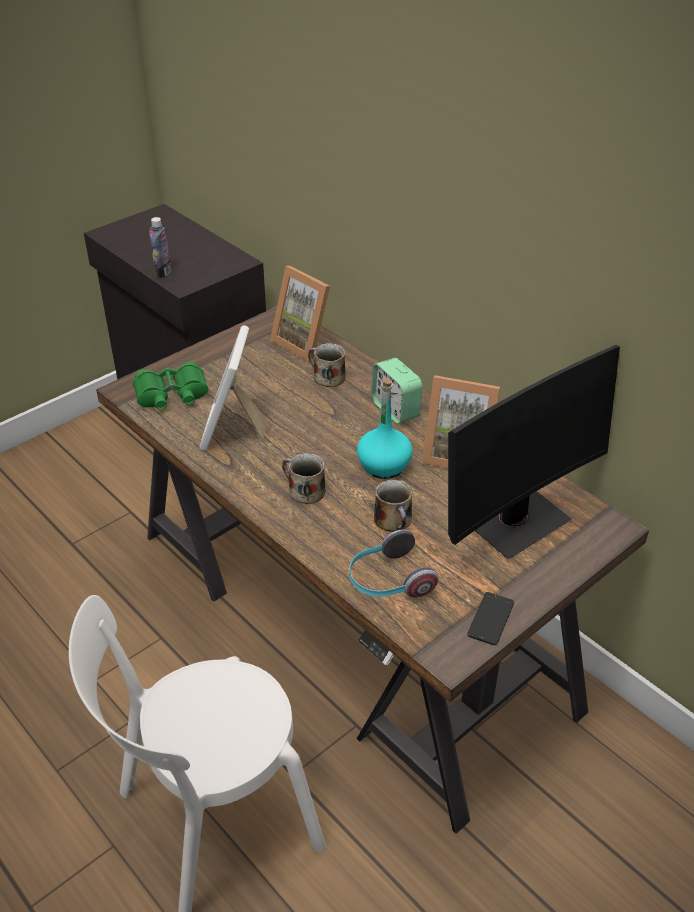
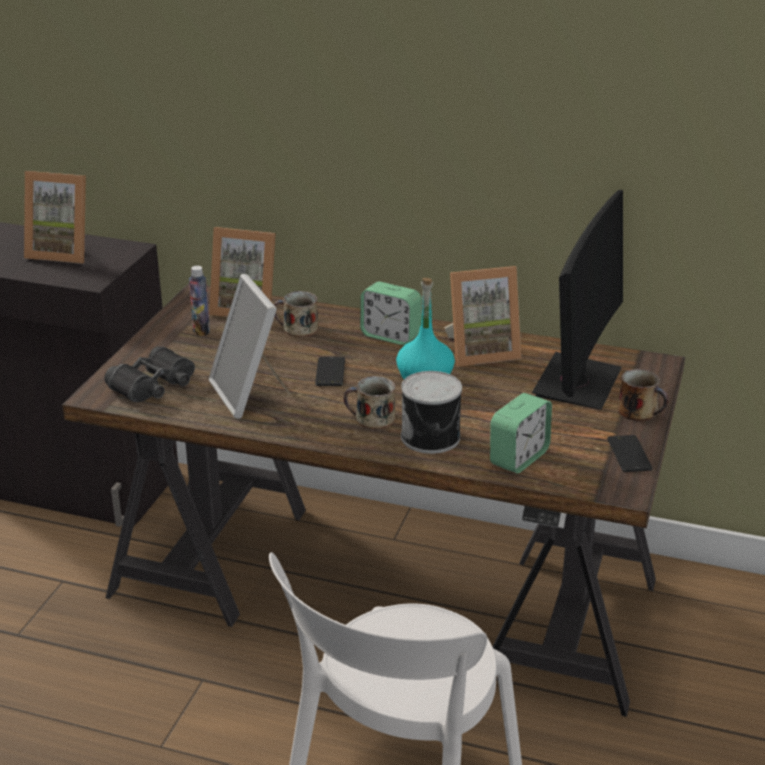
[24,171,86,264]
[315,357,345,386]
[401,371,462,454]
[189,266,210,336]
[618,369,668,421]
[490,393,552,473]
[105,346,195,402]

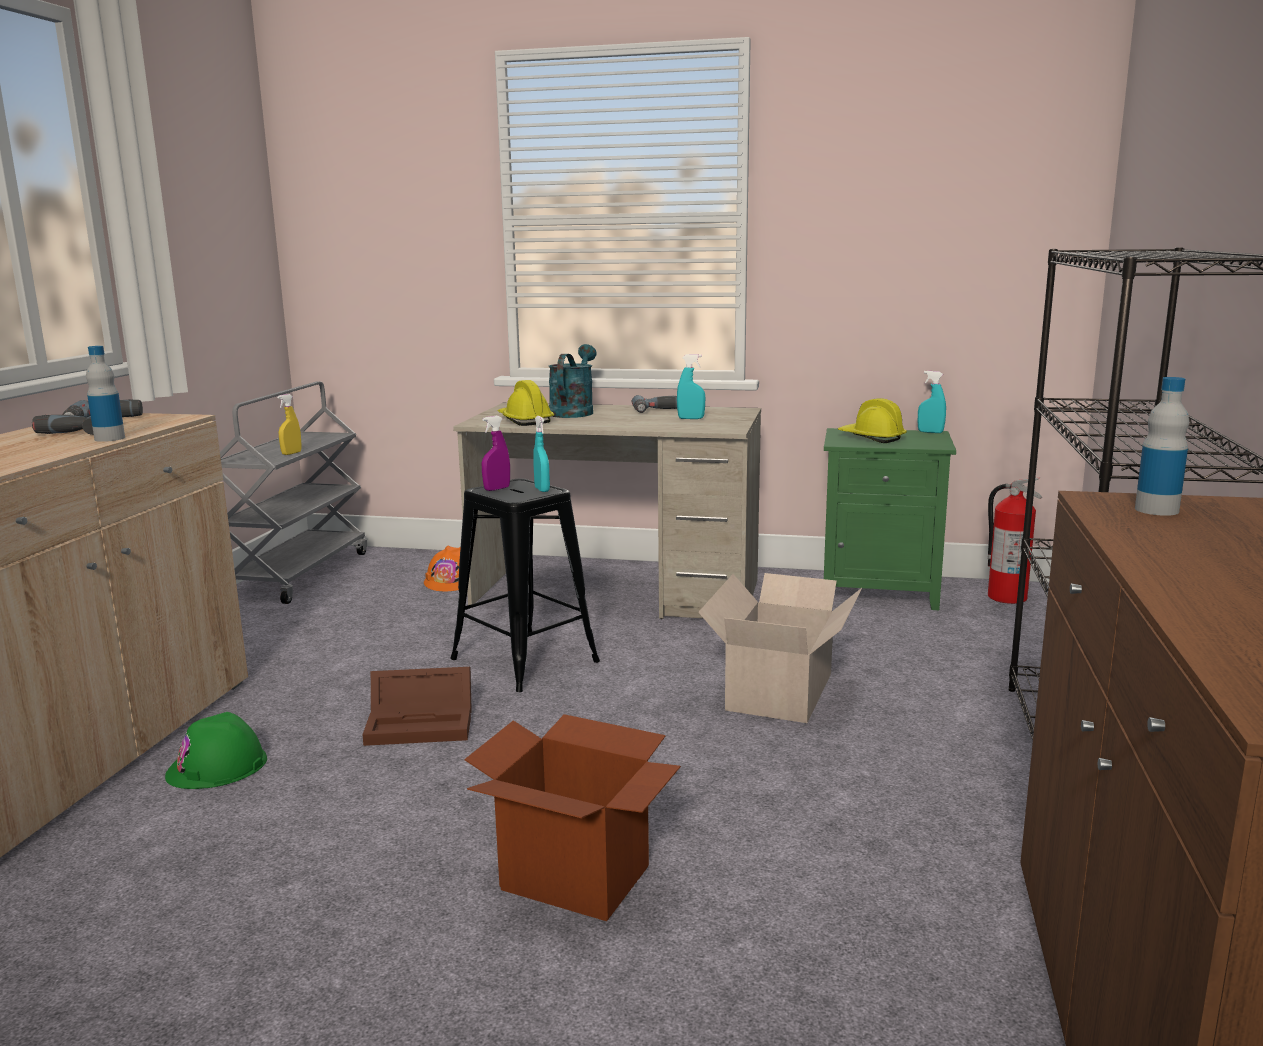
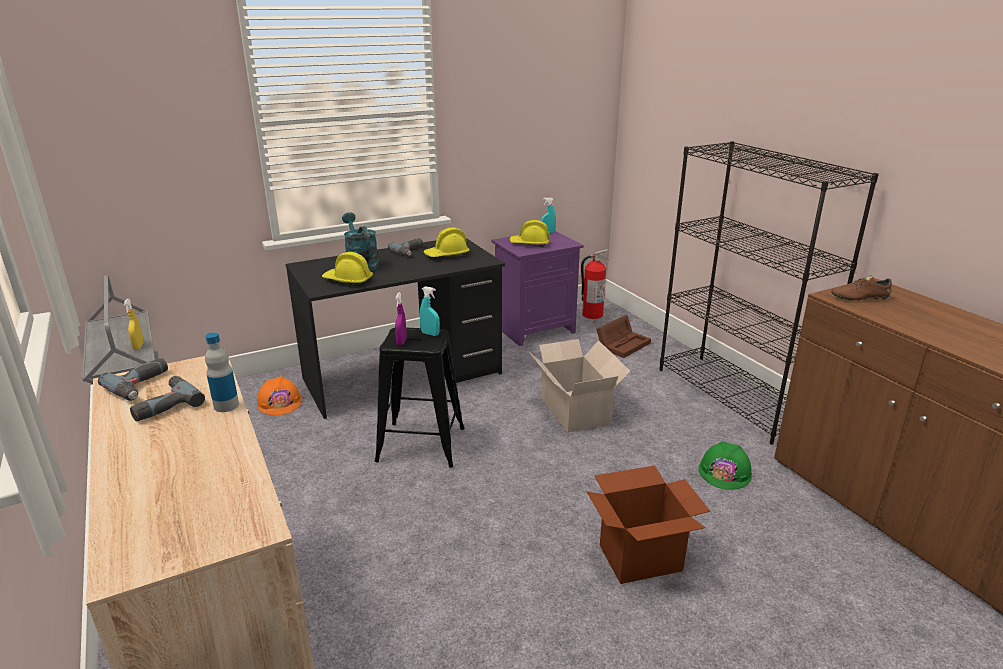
[699,441,752,490]
[596,315,651,358]
[423,227,470,257]
[831,275,892,301]
[286,238,505,419]
[491,231,584,346]

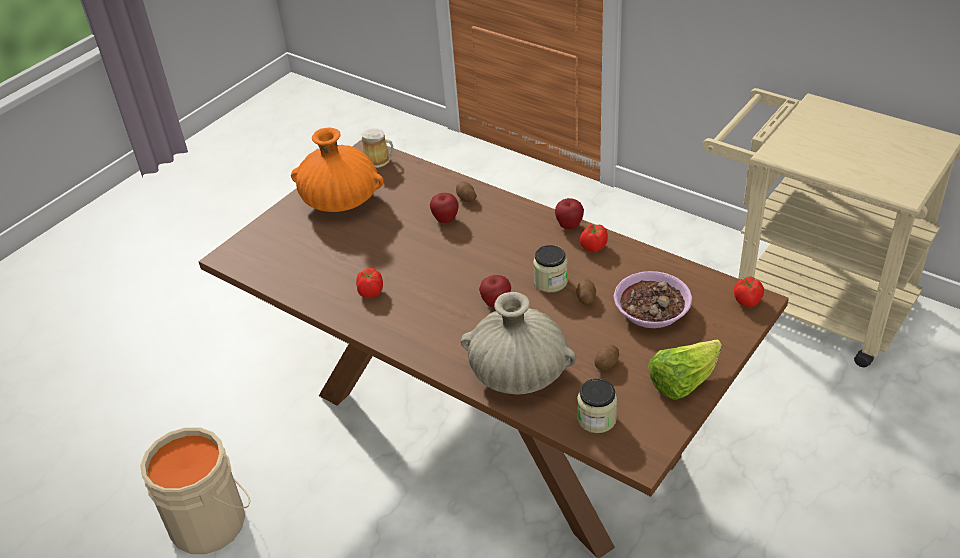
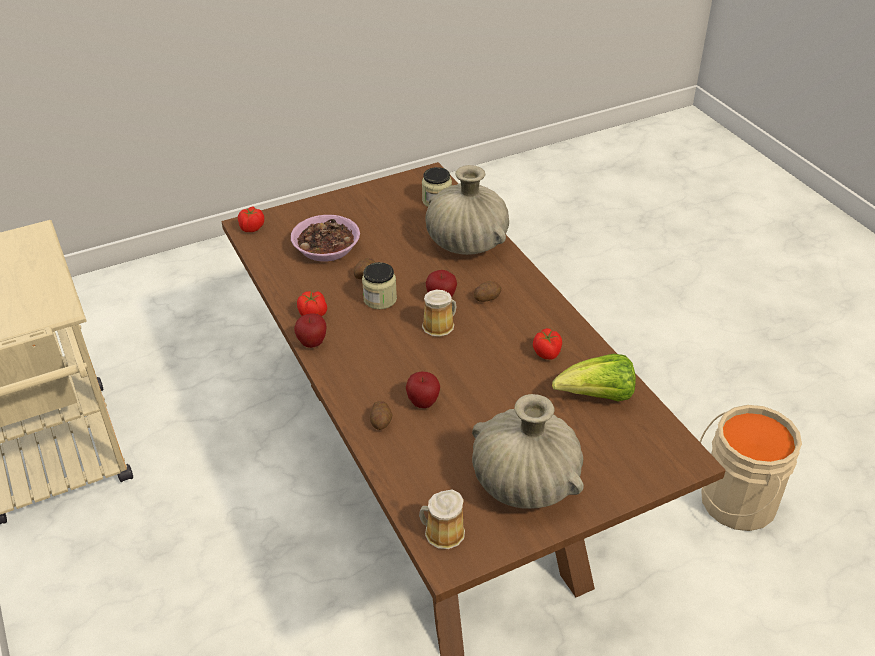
[422,290,457,337]
[474,281,501,302]
[552,354,636,401]
[472,394,584,509]

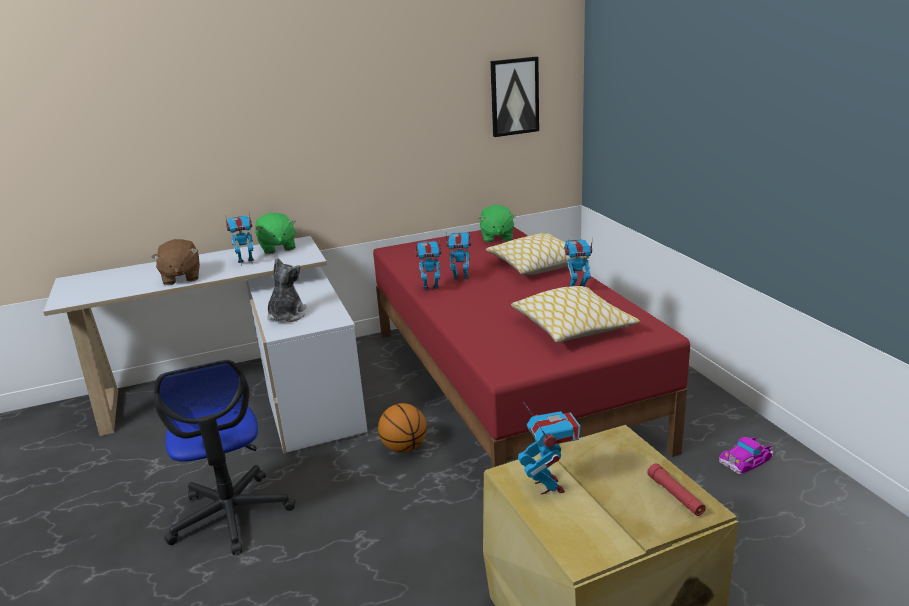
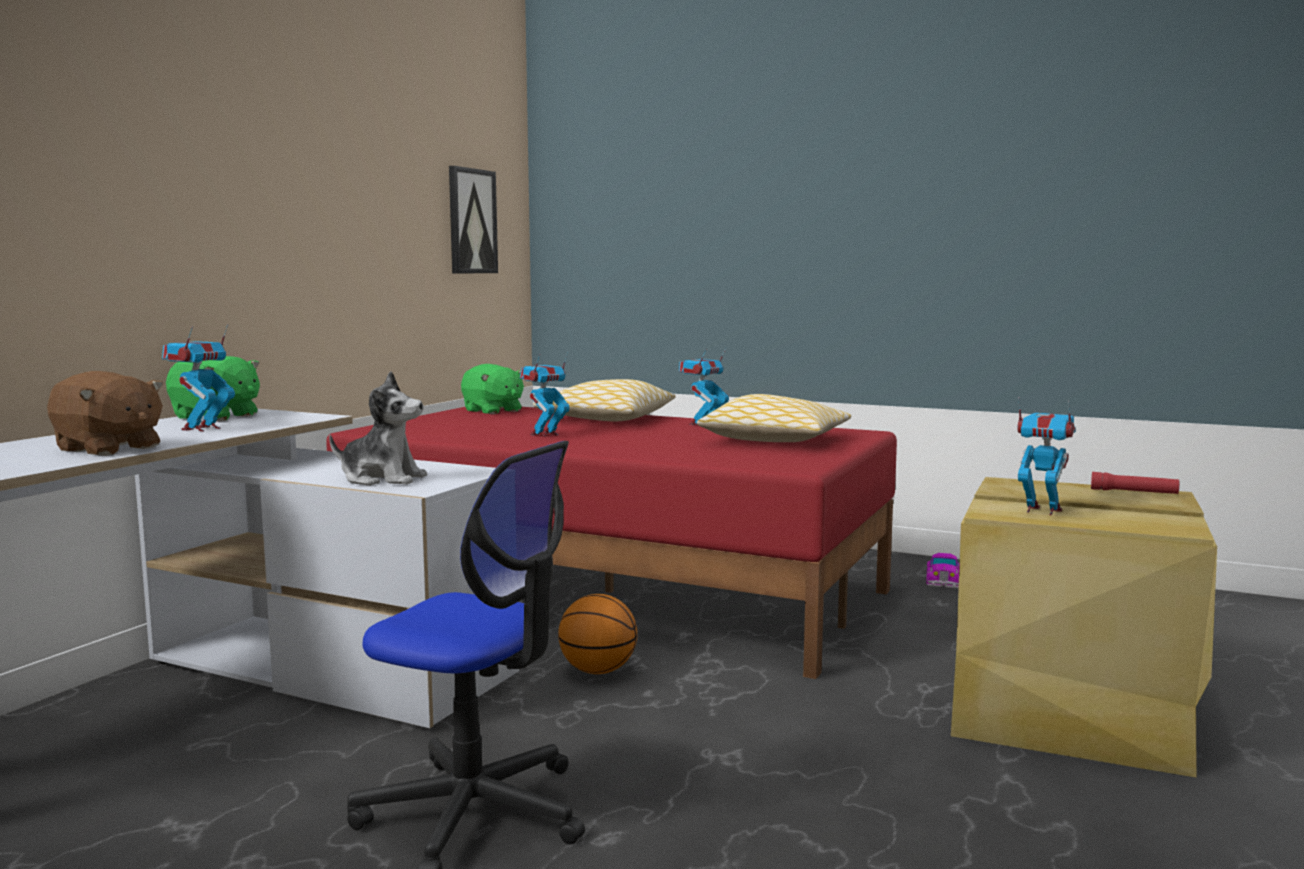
[416,239,441,293] (first image)
[329,372,427,486]

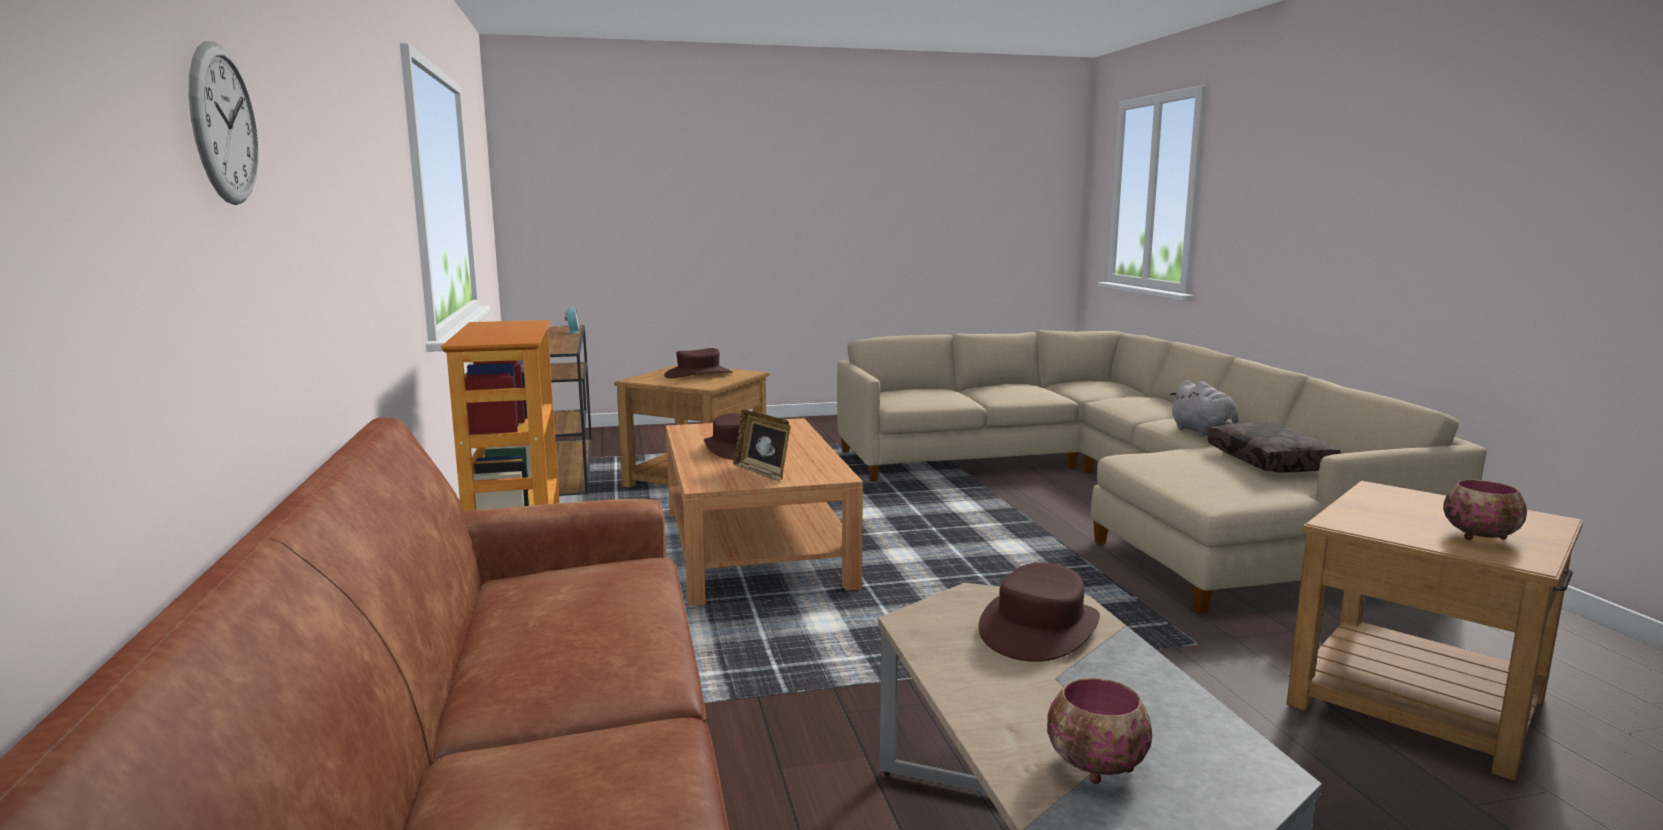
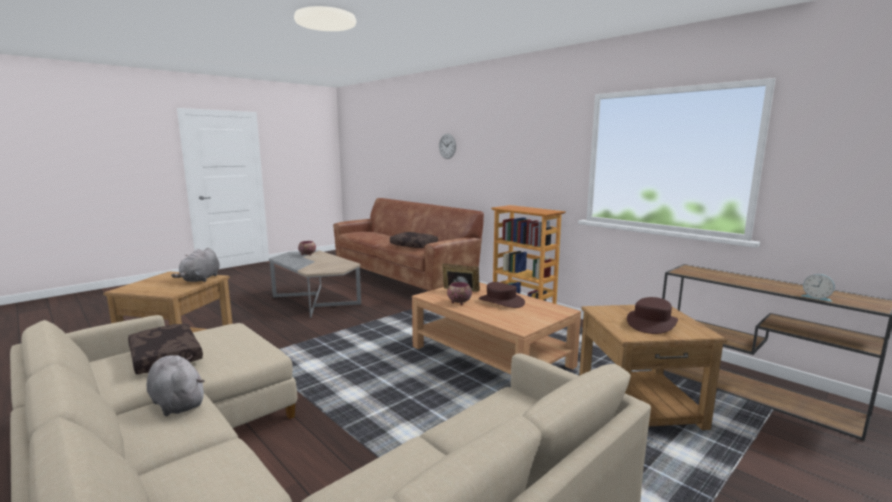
[979,562,1100,662] (first image)
[171,248,220,282]
[390,232,438,248]
[447,282,472,305]

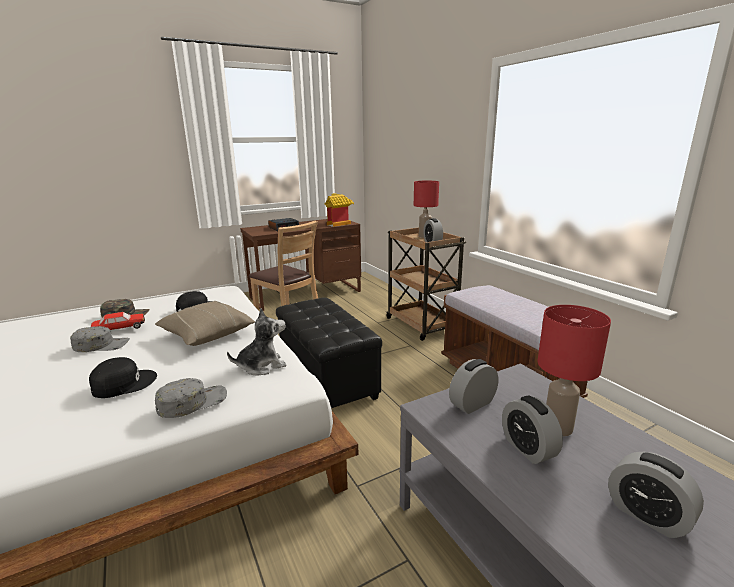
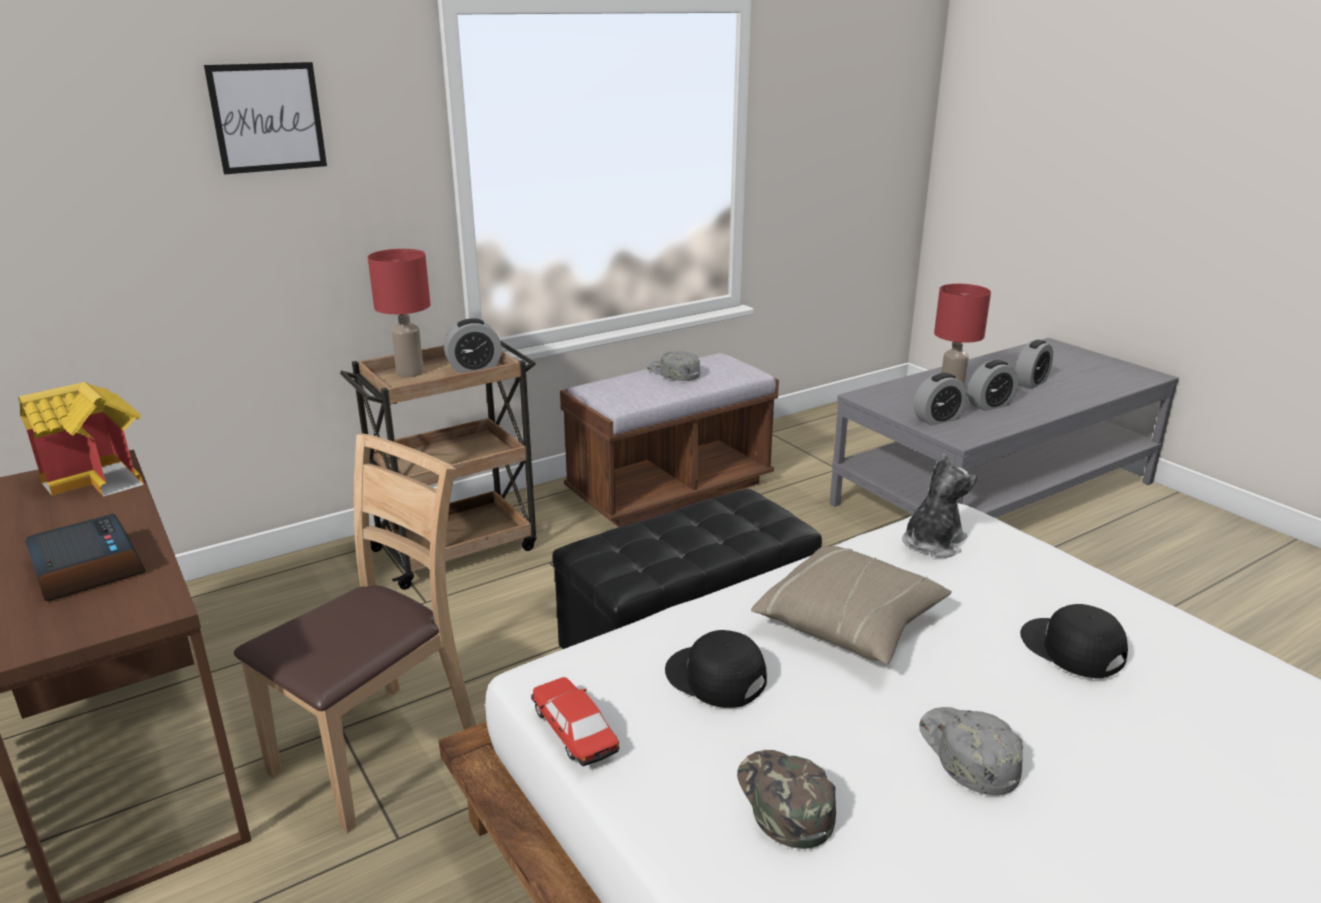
[204,62,327,175]
[531,677,620,766]
[647,351,700,381]
[902,454,977,558]
[914,373,967,425]

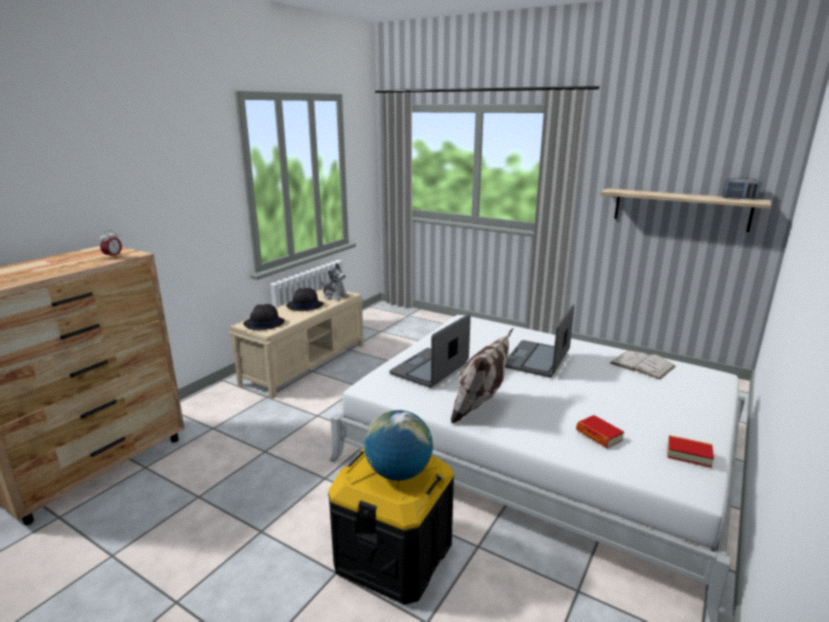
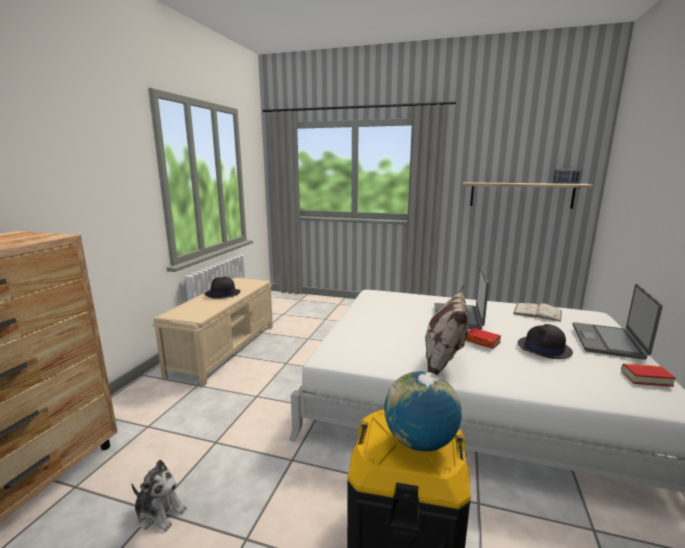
[100,230,122,259] (first image)
[518,324,573,359]
[131,460,187,532]
[572,284,663,360]
[466,328,501,349]

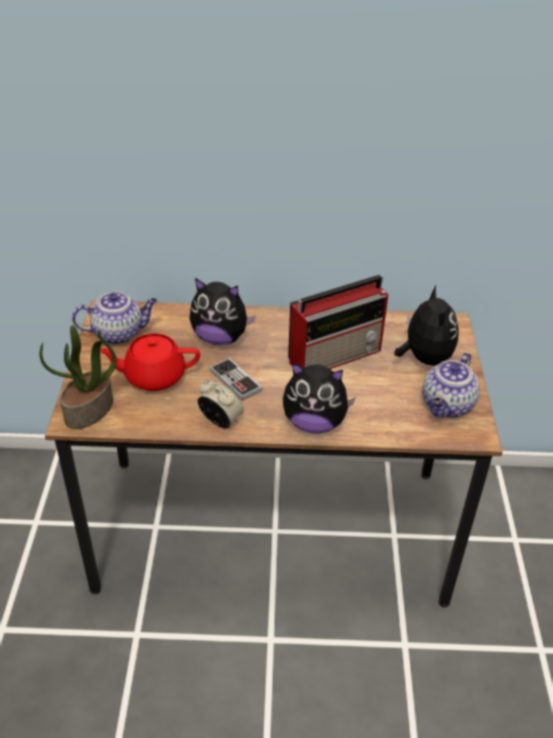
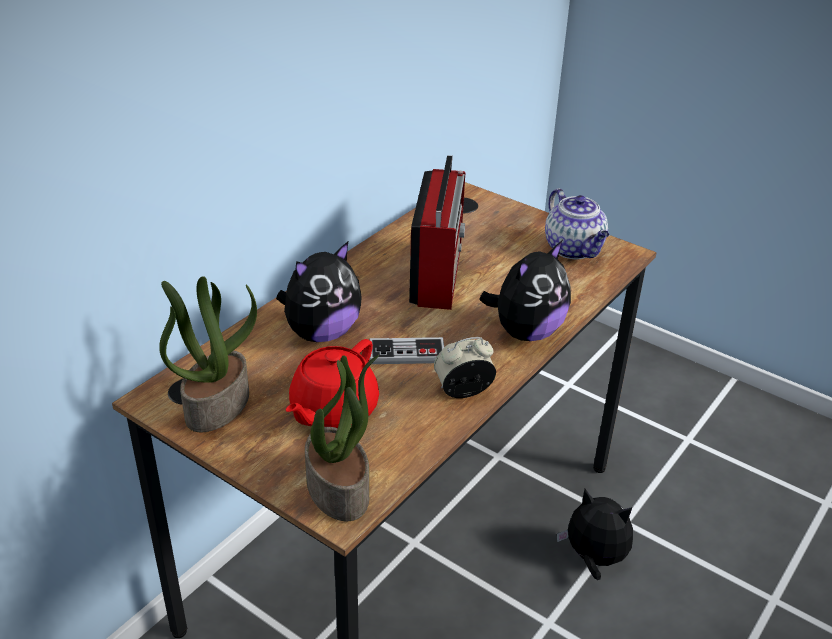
[557,489,633,580]
[159,276,257,433]

